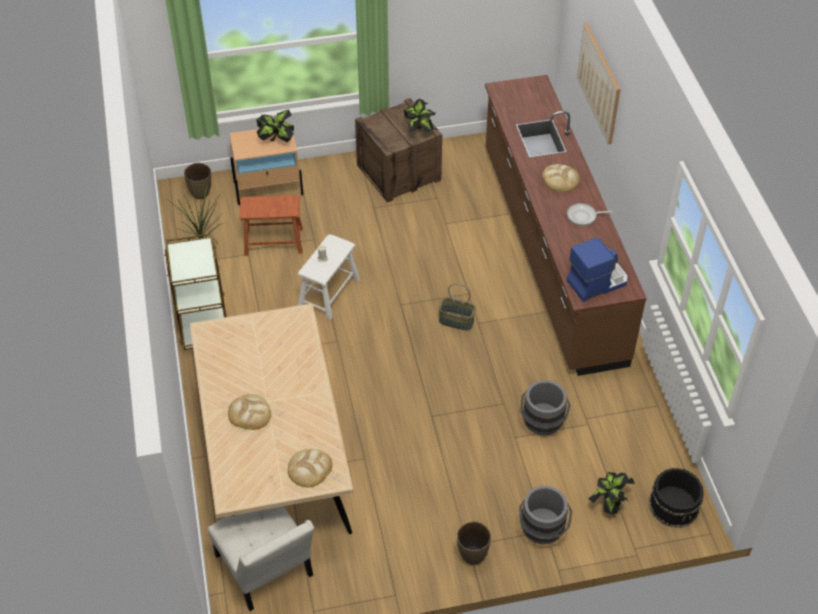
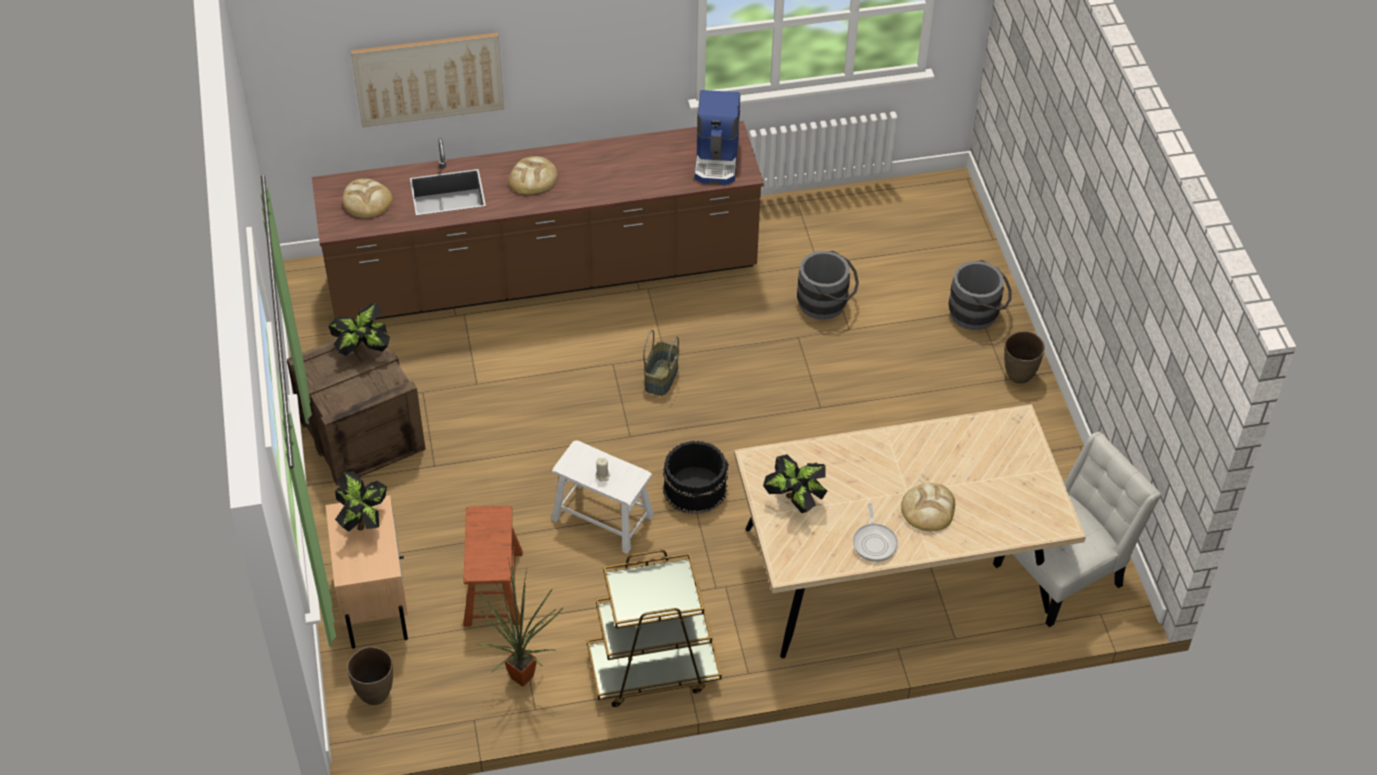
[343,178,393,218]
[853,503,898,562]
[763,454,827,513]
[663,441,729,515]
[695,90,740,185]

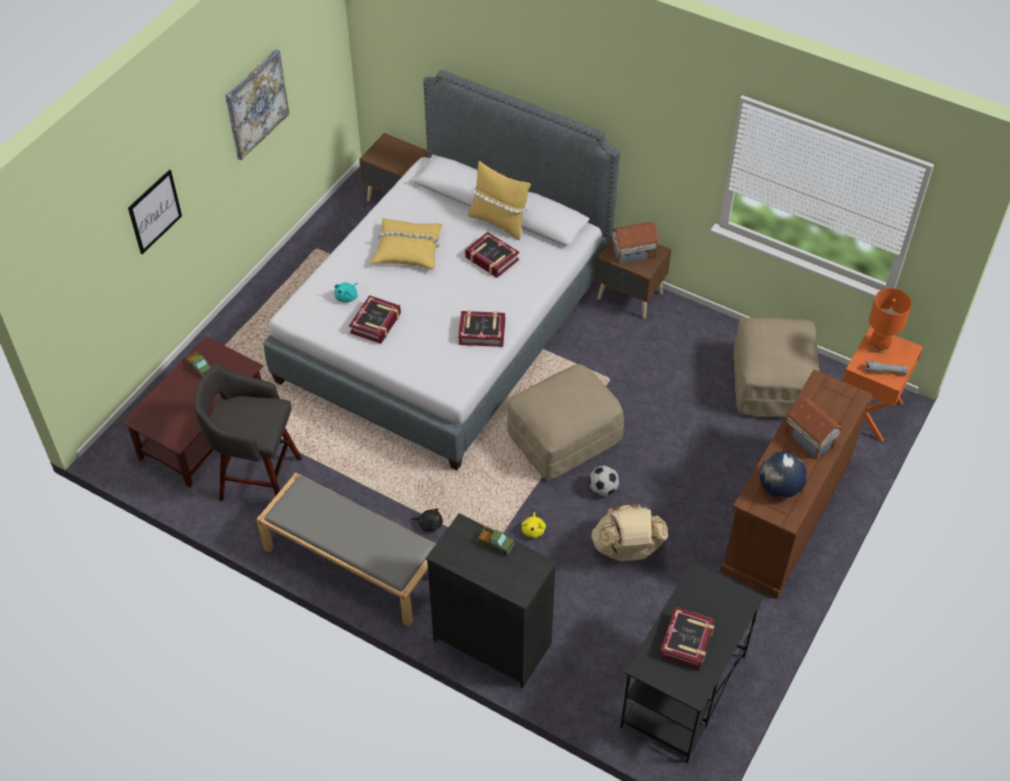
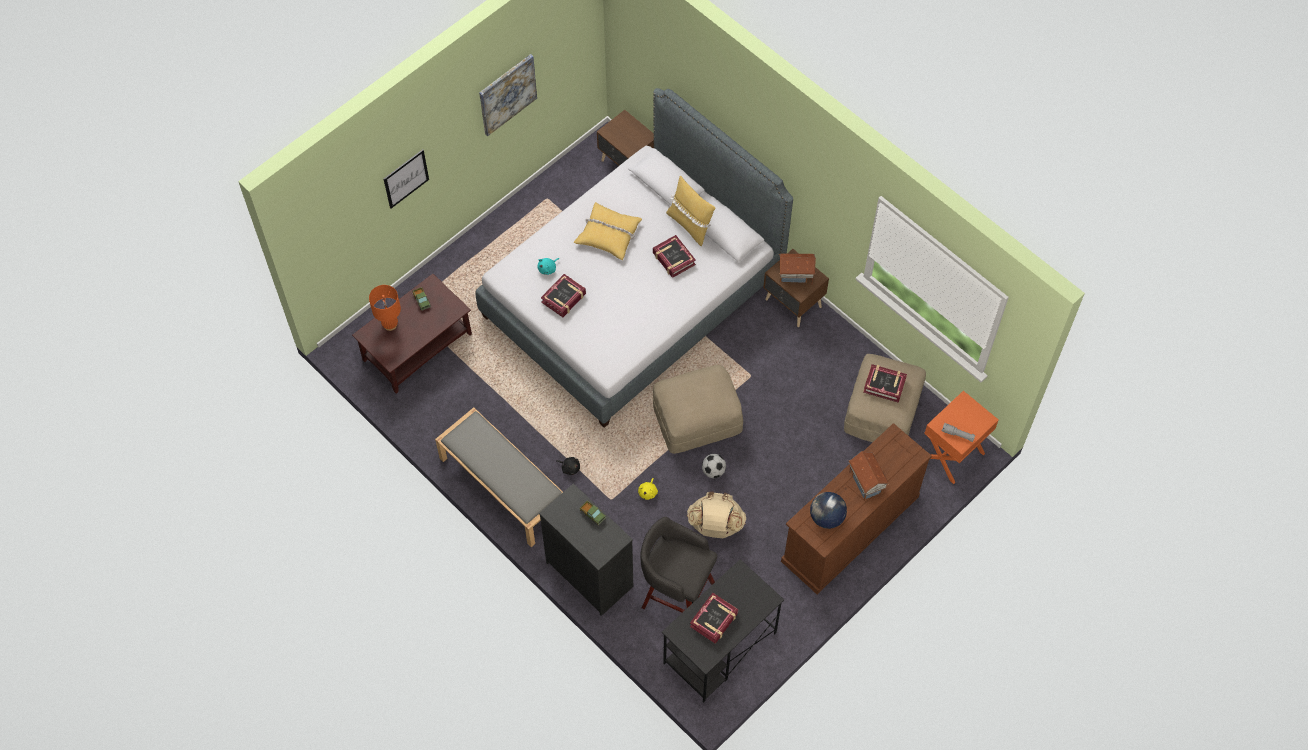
[640,517,717,613]
[863,364,907,403]
[369,285,401,331]

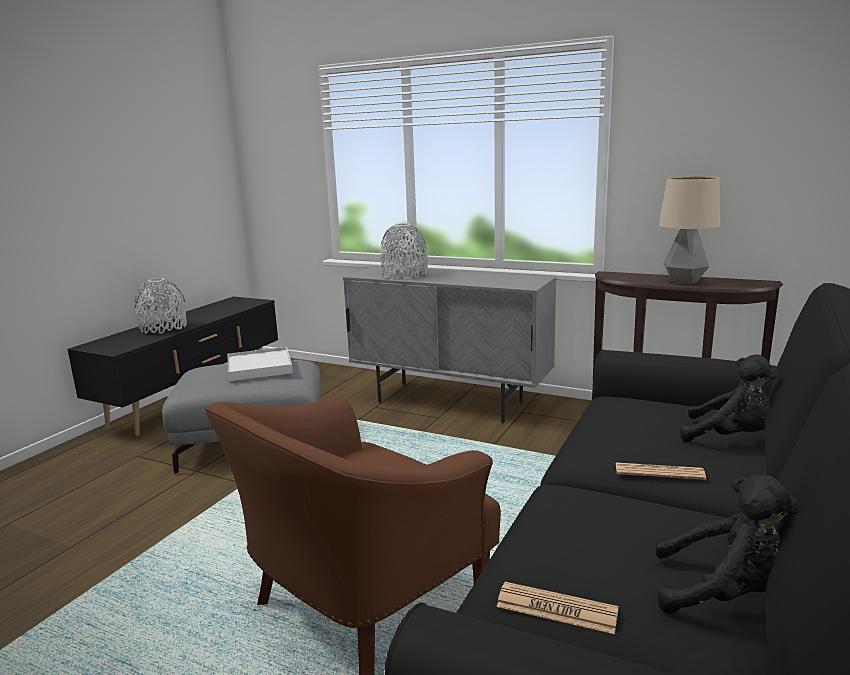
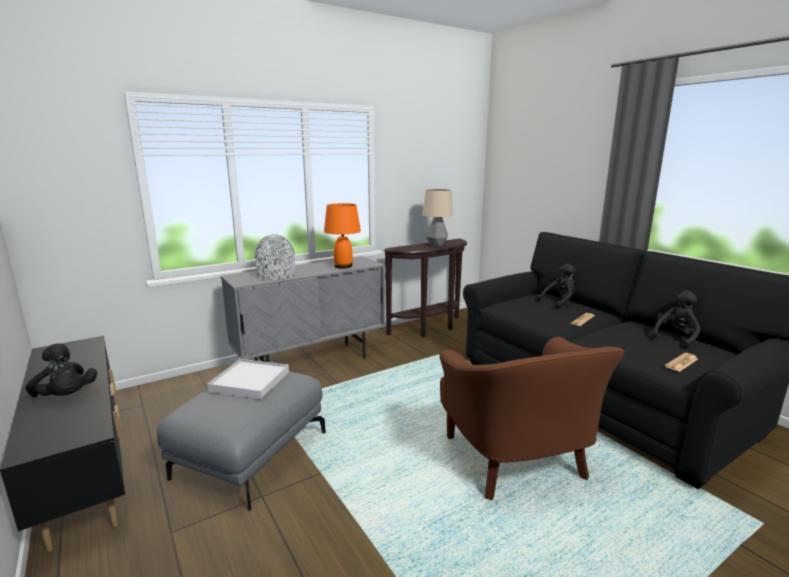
[324,203,361,269]
[26,343,97,397]

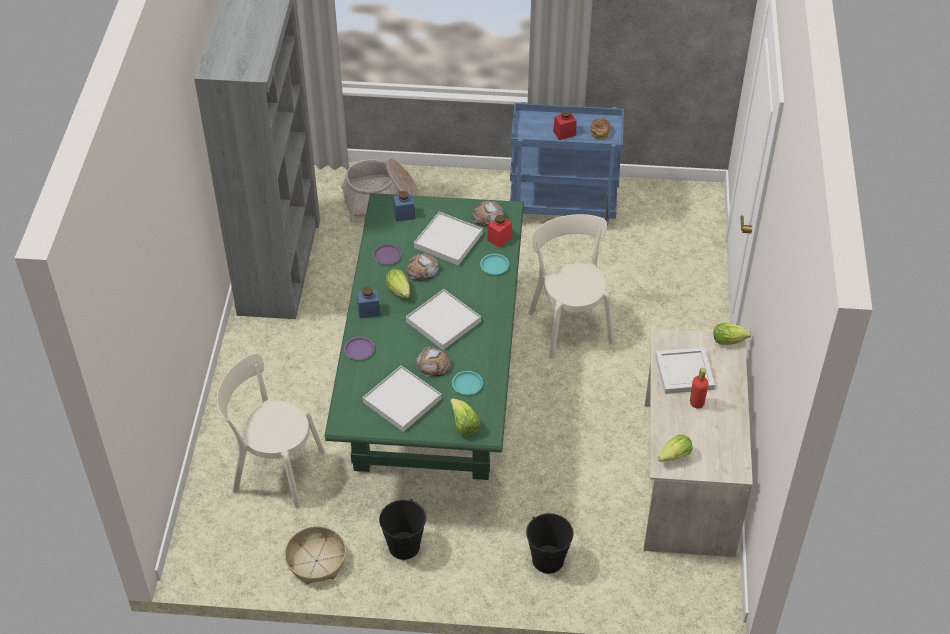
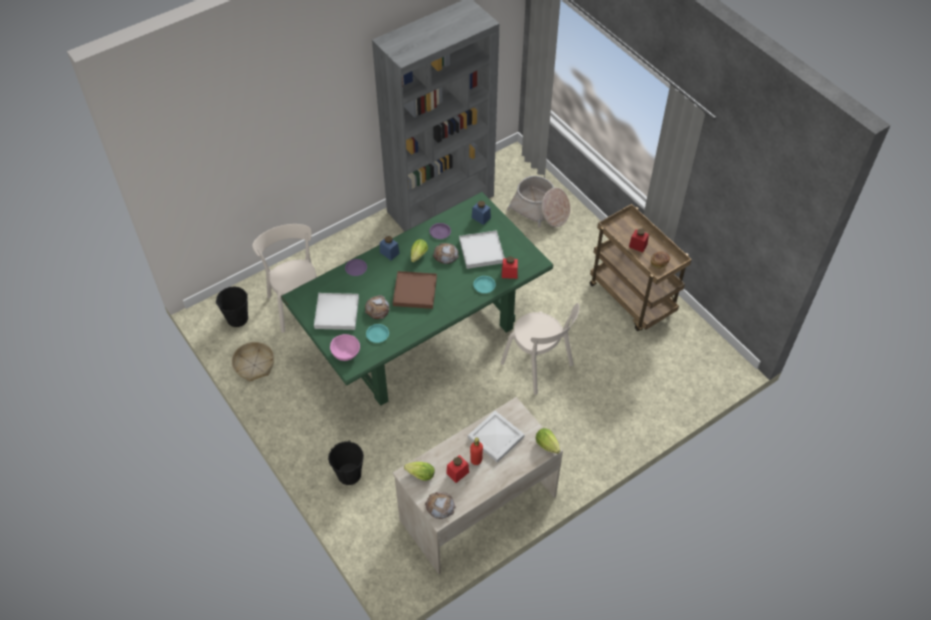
[446,455,469,483]
[216,287,248,327]
[425,492,456,519]
[330,334,360,361]
[393,271,437,309]
[590,204,692,331]
[501,303,579,395]

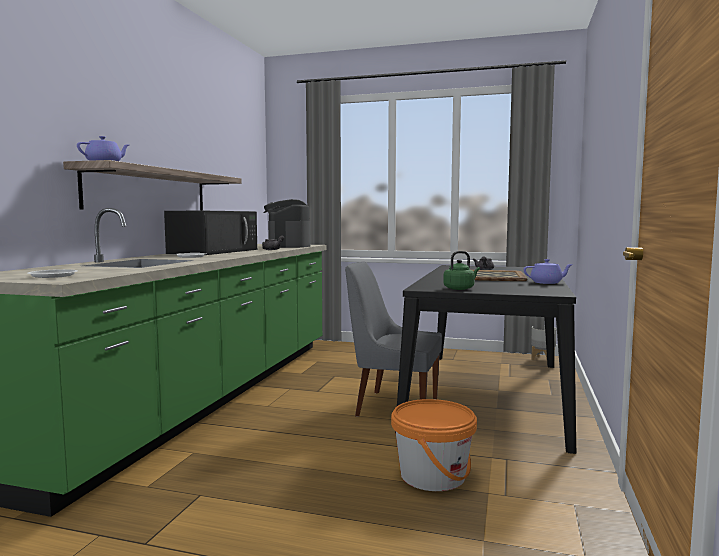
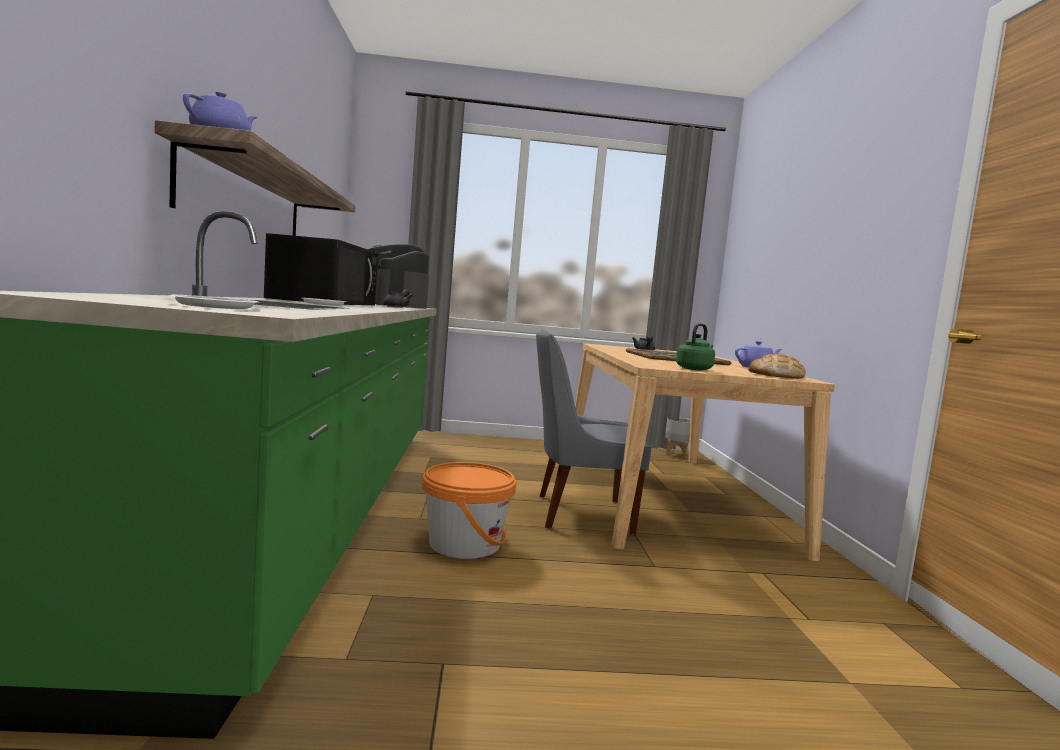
[748,354,806,379]
[422,462,516,559]
[575,343,835,561]

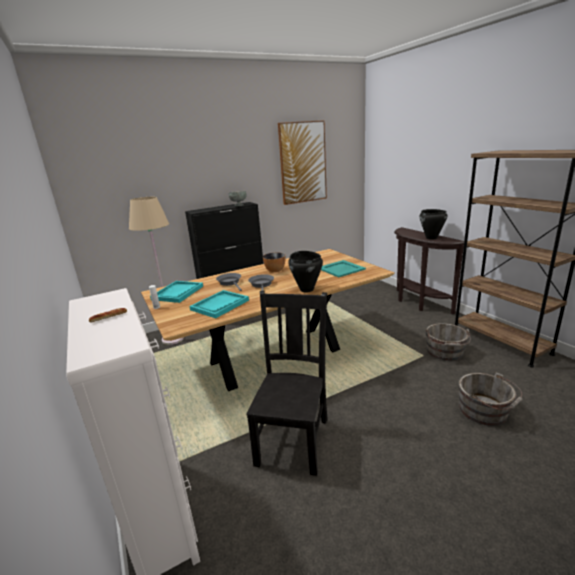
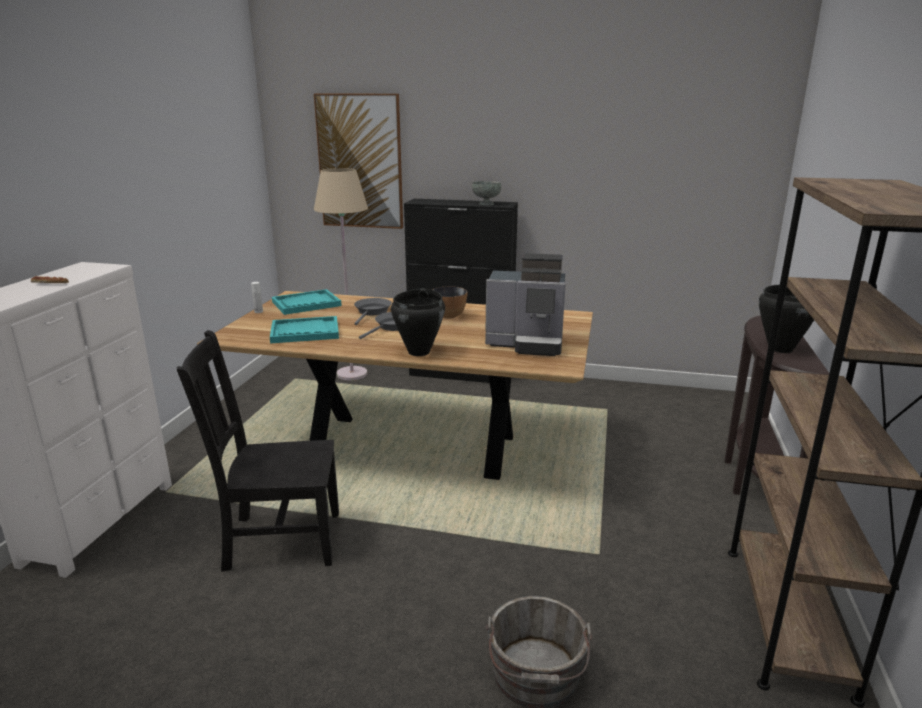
[426,323,471,361] (first image)
[314,94,403,229]
[485,253,566,356]
[177,330,339,572]

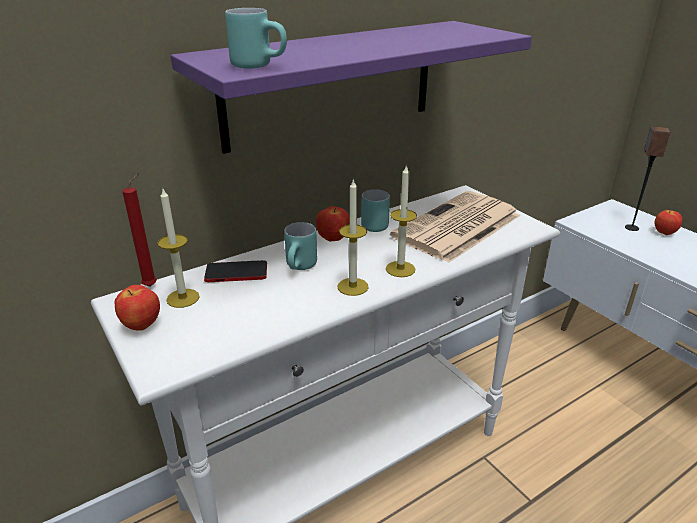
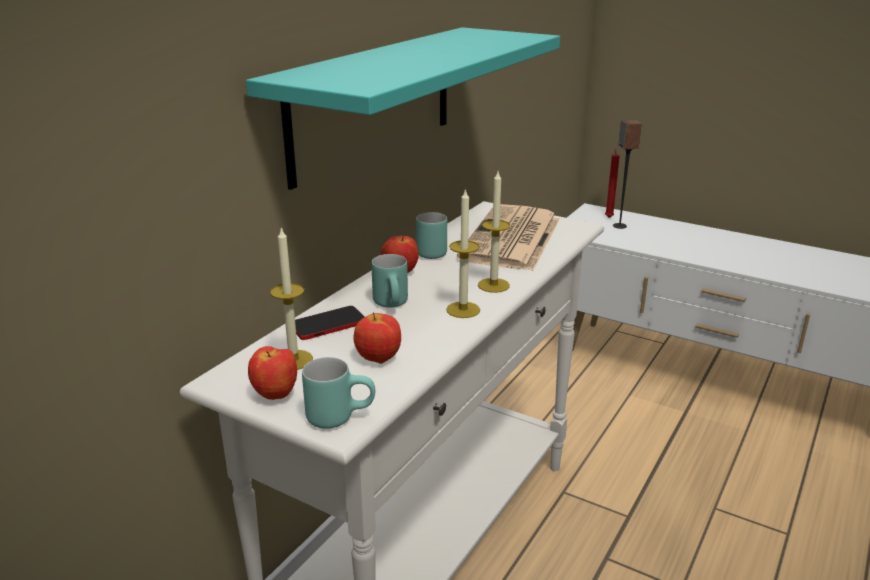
[605,146,620,218]
[302,357,375,429]
[353,312,401,364]
[246,27,560,190]

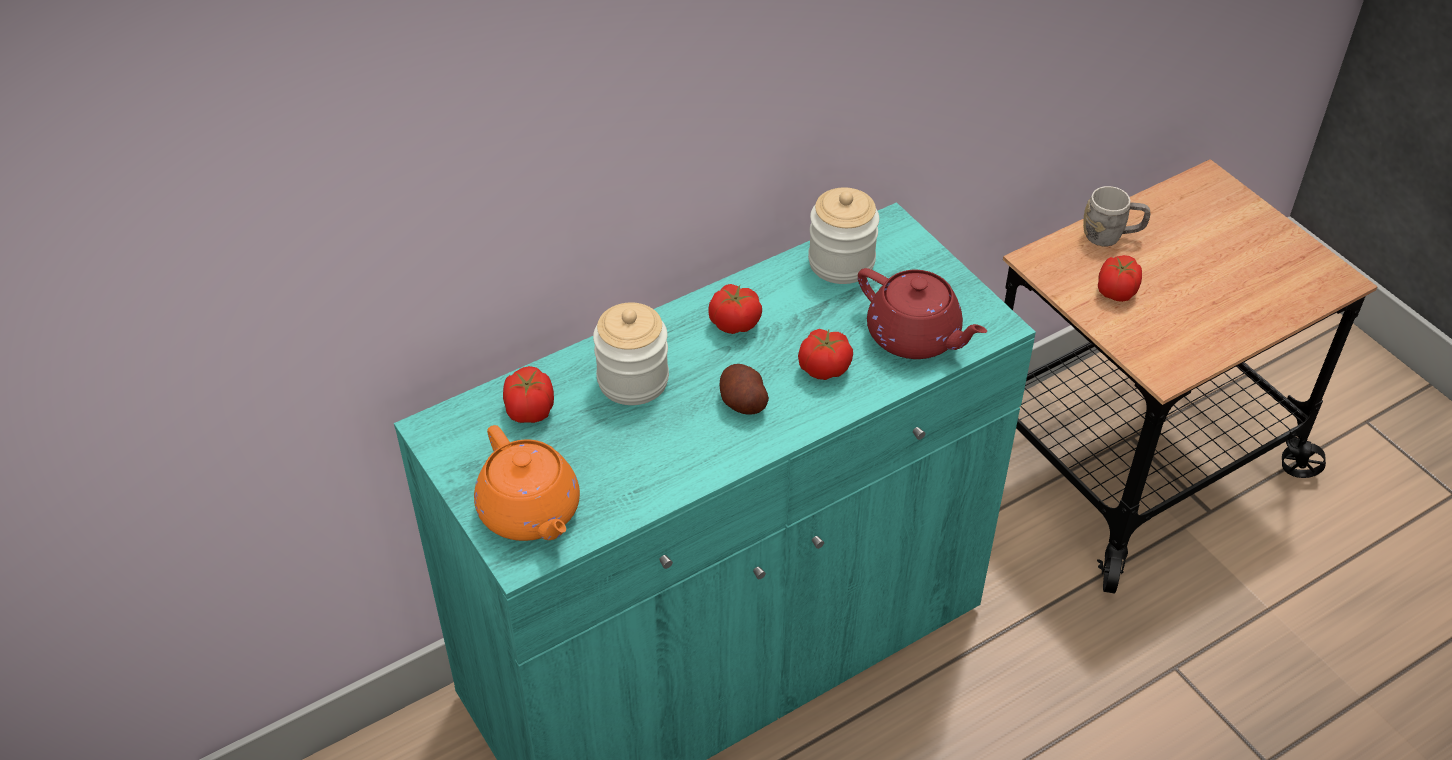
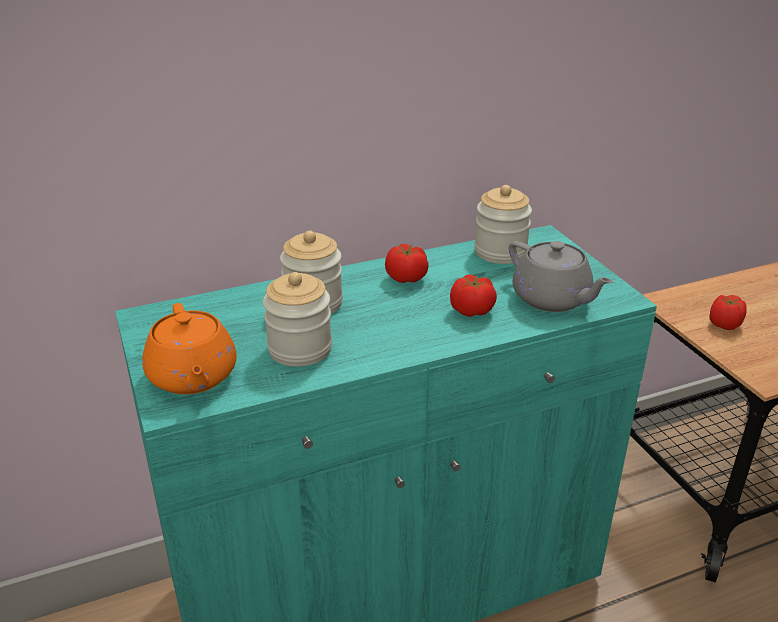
[503,366,554,423] (first image)
[720,364,769,415] (first image)
[1083,186,1150,246] (first image)
[263,272,332,367]
[509,241,613,312]

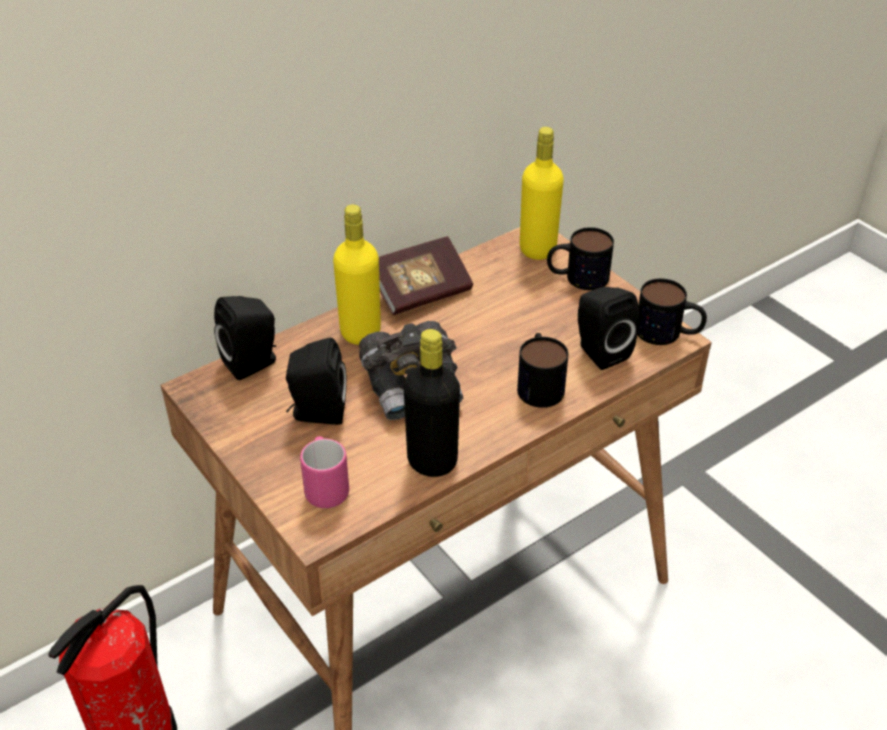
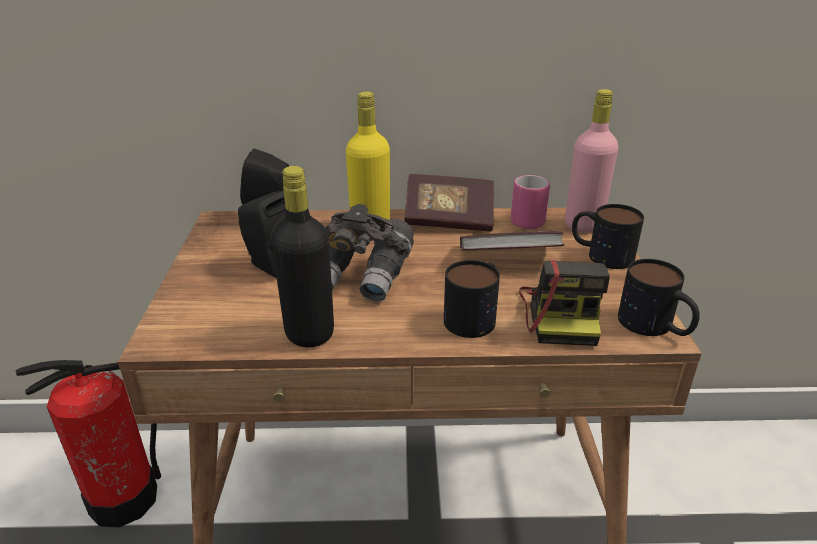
[460,230,564,251]
[511,175,550,229]
[519,260,610,346]
[565,89,618,233]

